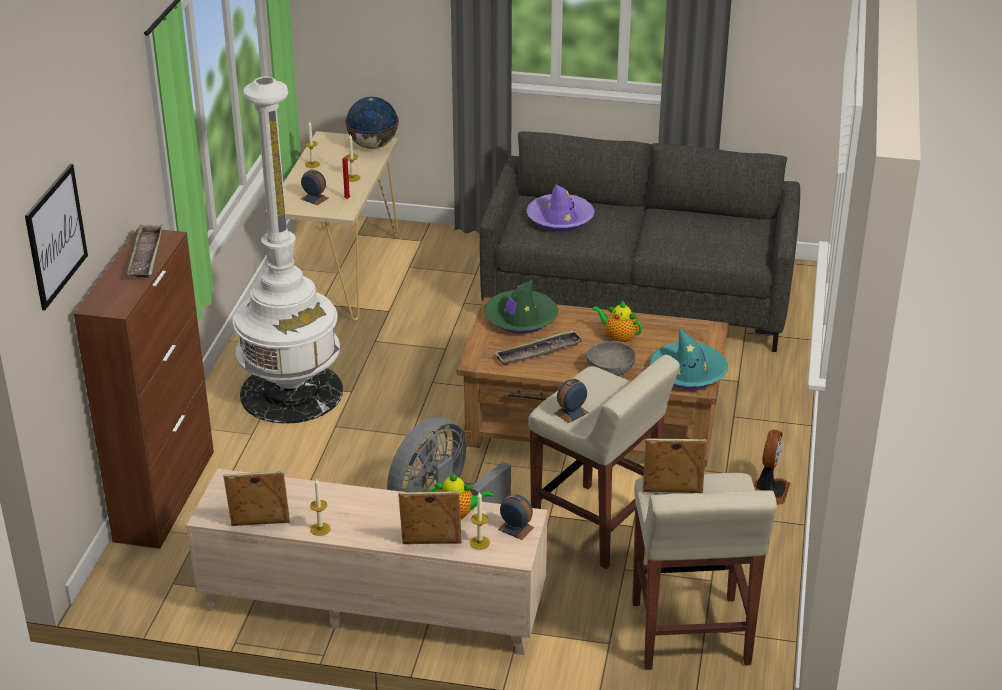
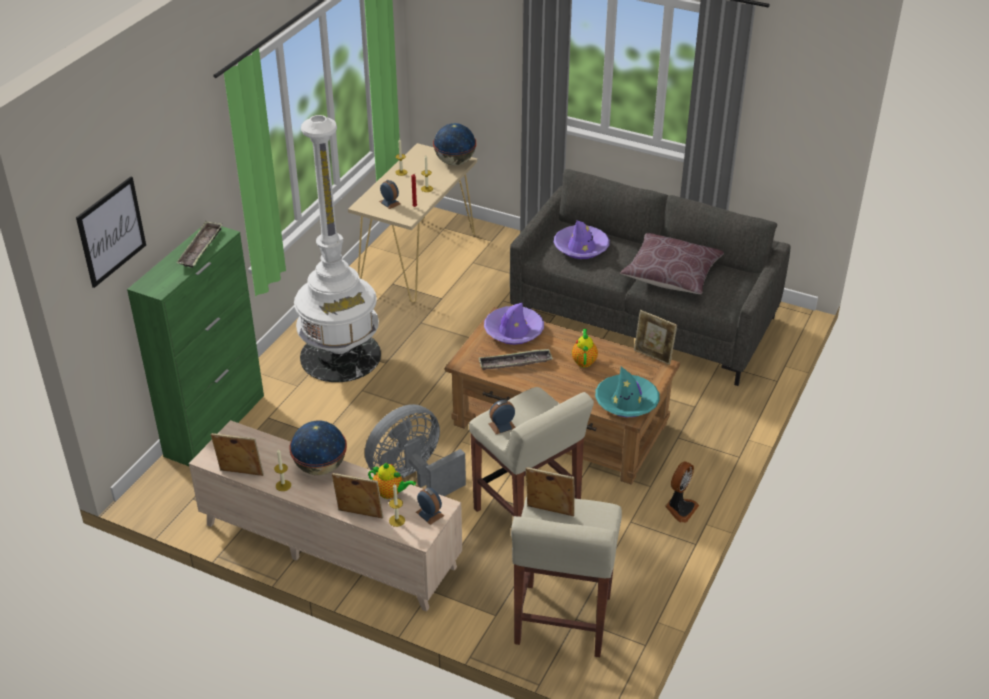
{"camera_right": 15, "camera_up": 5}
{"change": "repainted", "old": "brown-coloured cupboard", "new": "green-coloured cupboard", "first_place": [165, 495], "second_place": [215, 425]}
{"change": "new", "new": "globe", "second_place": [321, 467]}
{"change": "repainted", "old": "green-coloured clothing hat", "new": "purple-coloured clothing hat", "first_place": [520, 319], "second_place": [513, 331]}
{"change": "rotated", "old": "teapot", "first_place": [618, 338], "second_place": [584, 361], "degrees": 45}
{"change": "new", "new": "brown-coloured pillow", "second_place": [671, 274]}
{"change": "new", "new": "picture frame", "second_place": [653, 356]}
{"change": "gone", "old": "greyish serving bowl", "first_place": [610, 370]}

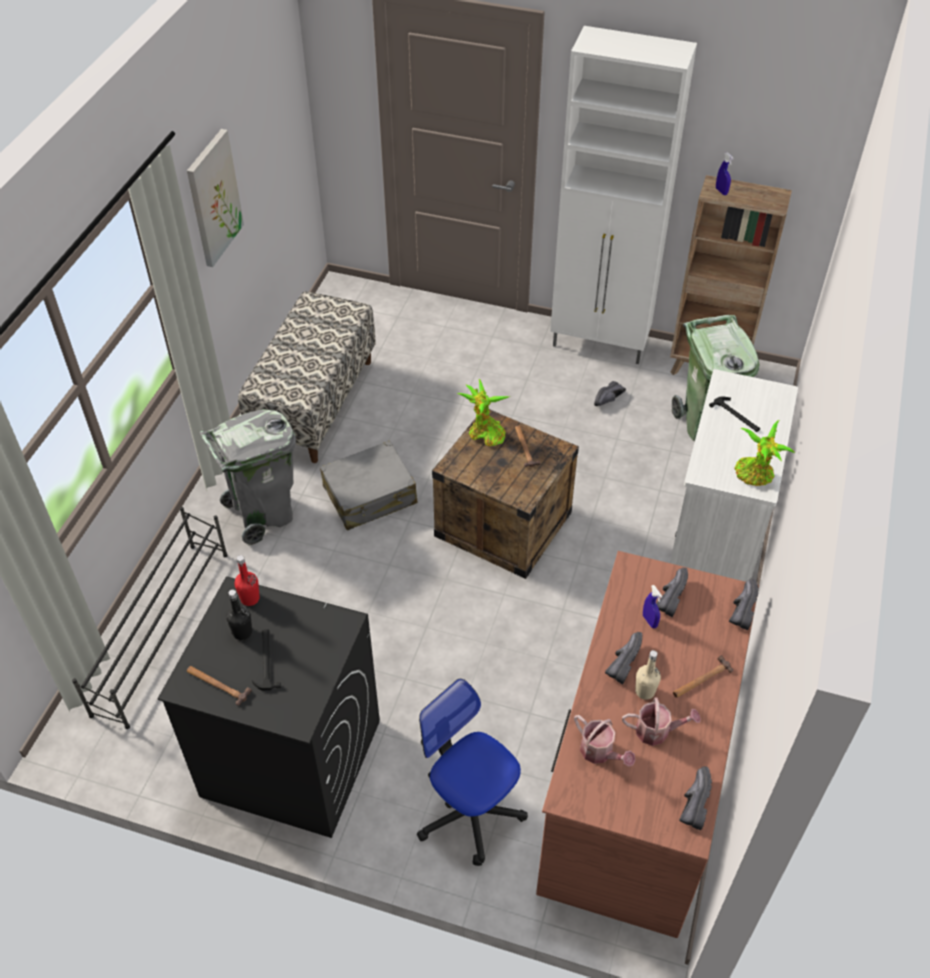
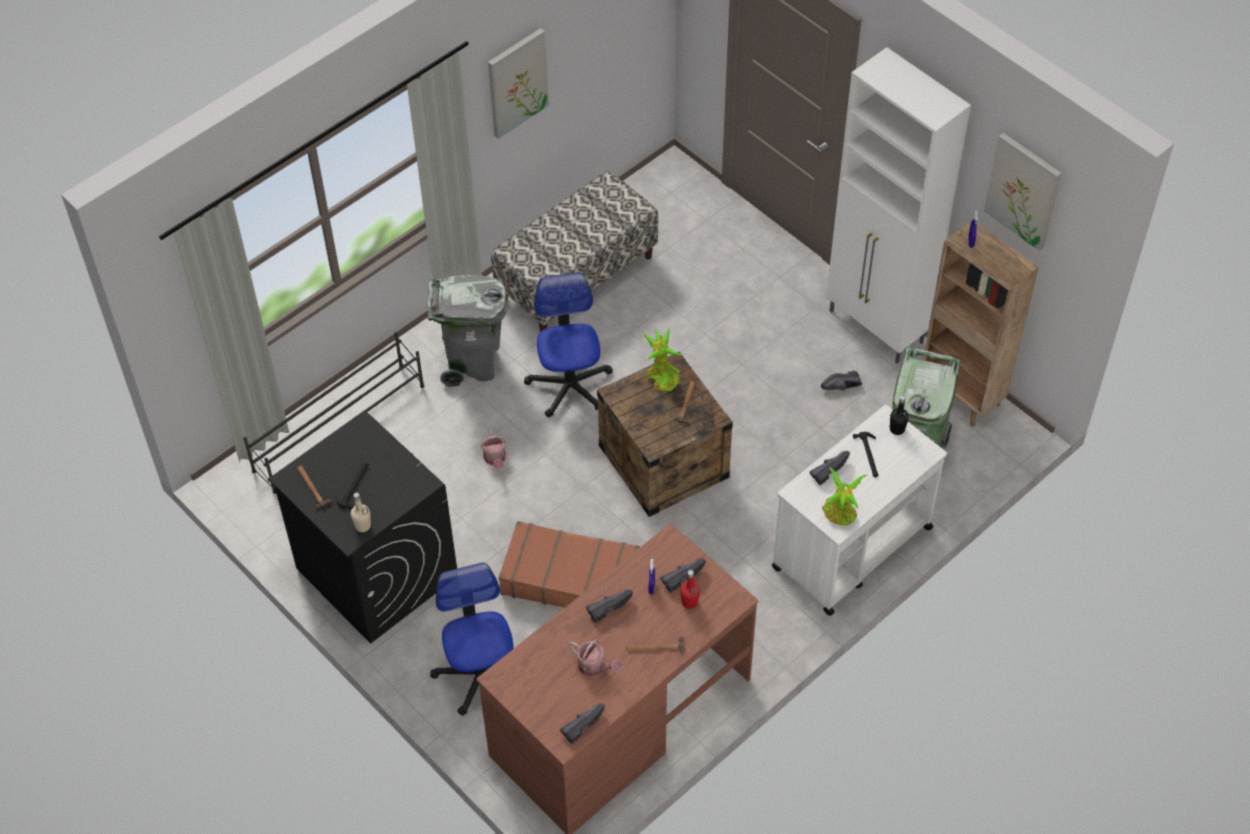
{"camera_right": 30, "camera_up": 5}
{"change": "shifted", "old": "beige beverage bottle", "first_place": [645, 691], "second_place": [362, 526]}
{"change": "shifted", "old": "sprinkling can", "first_place": [600, 752], "second_place": [495, 459]}
{"change": "new", "new": "brown-coloured suitcase", "second_place": [570, 578]}
{"change": "swapped", "old": "greyish suitcase", "new": "desk chair", "first_place": [370, 495], "second_place": [569, 385]}
{"change": "shifted", "old": "red-coloured beverage bottle", "first_place": [250, 598], "second_place": [689, 602]}
{"change": "shifted", "old": "blackish low shoe", "first_place": [740, 609], "second_place": [828, 469]}
{"change": "shifted", "old": "blackish beverage bottle", "first_place": [242, 632], "second_place": [897, 429]}
{"change": "new", "new": "wall art", "second_place": [1023, 190]}

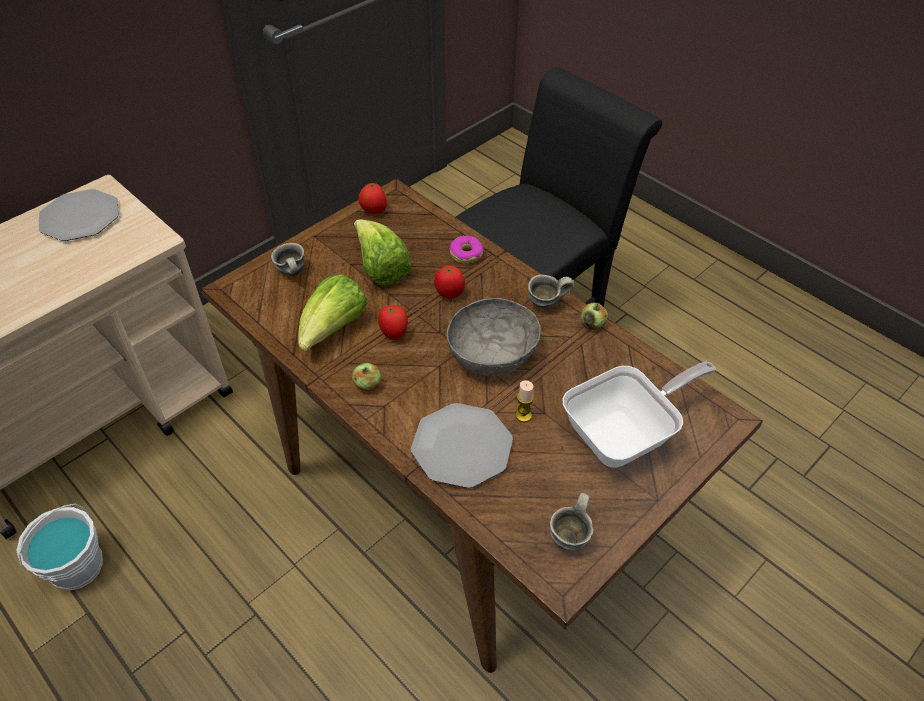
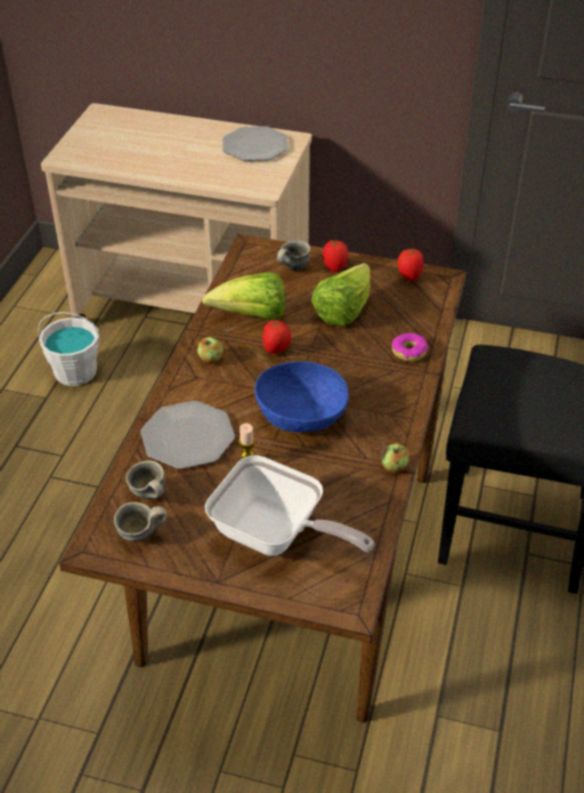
{"camera_right": 60, "camera_up": -5}
{"change": "shifted", "old": "greyish coffee mug", "first_place": [546, 305], "second_place": [148, 497]}
{"change": "repainted", "old": "greyish serving bowl", "new": "blue-coloured serving bowl", "first_place": [492, 354], "second_place": [302, 415]}
{"change": "shifted", "old": "whole tomato", "first_place": [449, 294], "second_place": [335, 267]}

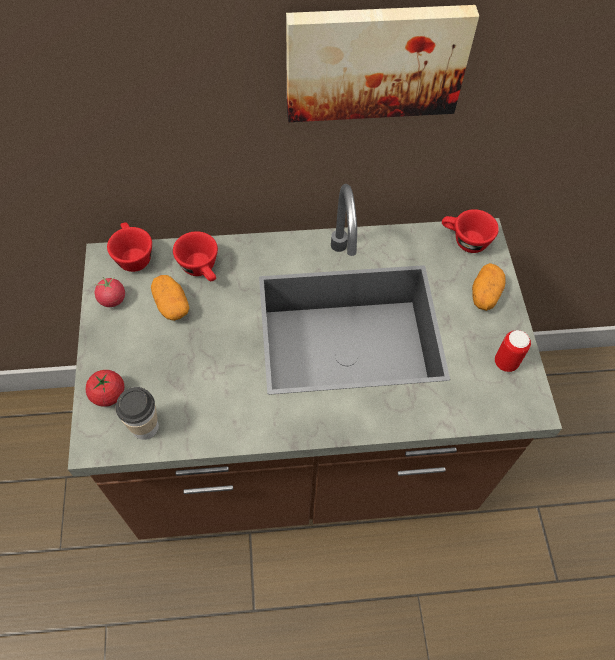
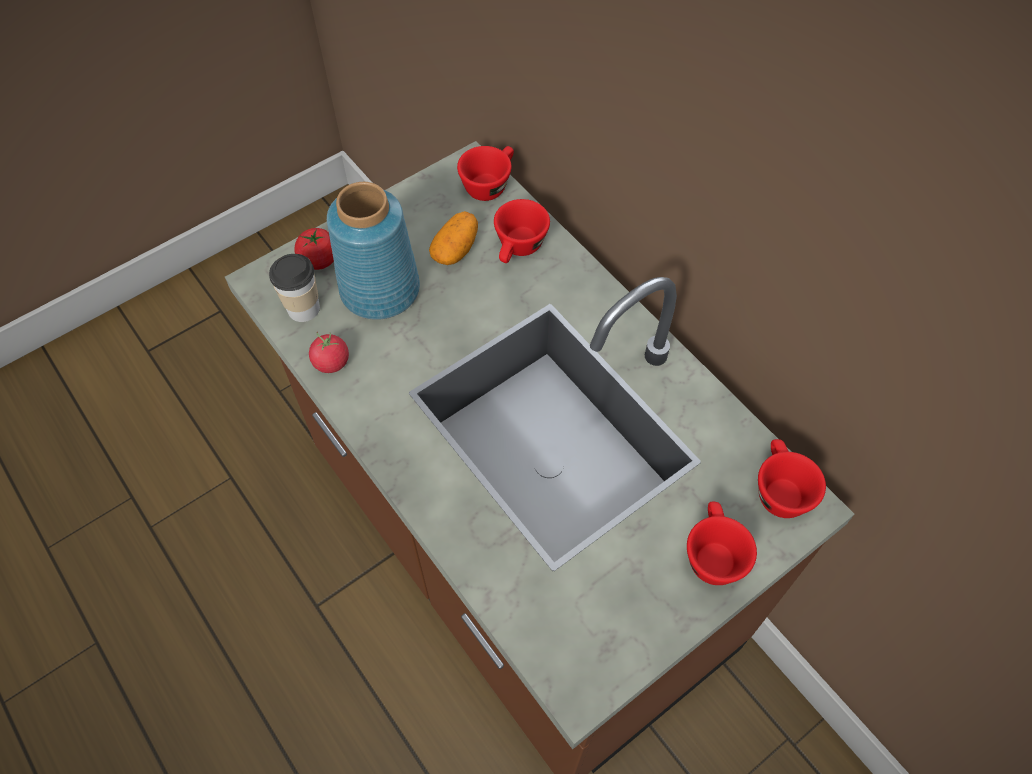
{"camera_right": 60, "camera_up": 0}
{"change": "shifted", "old": "whole tomato", "first_place": [112, 299], "second_place": [331, 362]}
{"change": "new", "new": "blue-coloured decorative vase", "second_place": [379, 289]}
{"change": "swapped", "old": "potato", "new": "red-coloured small cup", "first_place": [484, 294], "second_place": [711, 553]}
{"change": "gone", "old": "wall art", "first_place": [375, 61]}
{"change": "gone", "old": "sealed can", "first_place": [506, 362]}

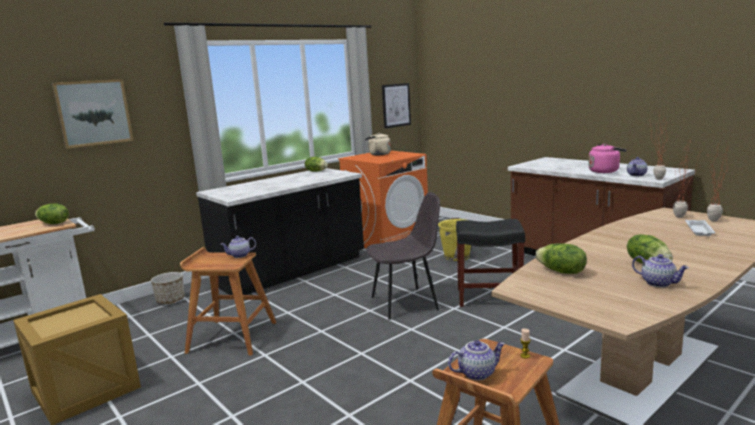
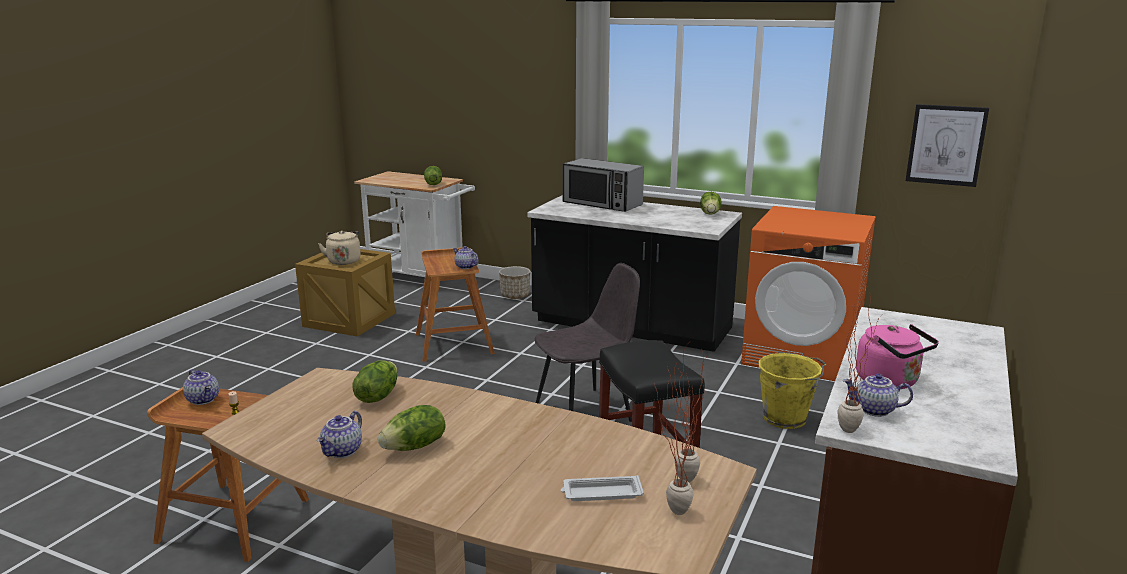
{"camera_right": 65, "camera_up": 5}
{"change": "shifted", "old": "beige water kettle", "first_place": [378, 154], "second_place": [344, 261]}
{"change": "rotated", "old": "greyish upright chair", "first_place": [406, 303], "second_place": [585, 411], "degrees": -75}
{"change": "new", "new": "kitchen microwave", "second_place": [602, 204]}
{"change": "gone", "old": "wall art", "first_place": [93, 113]}

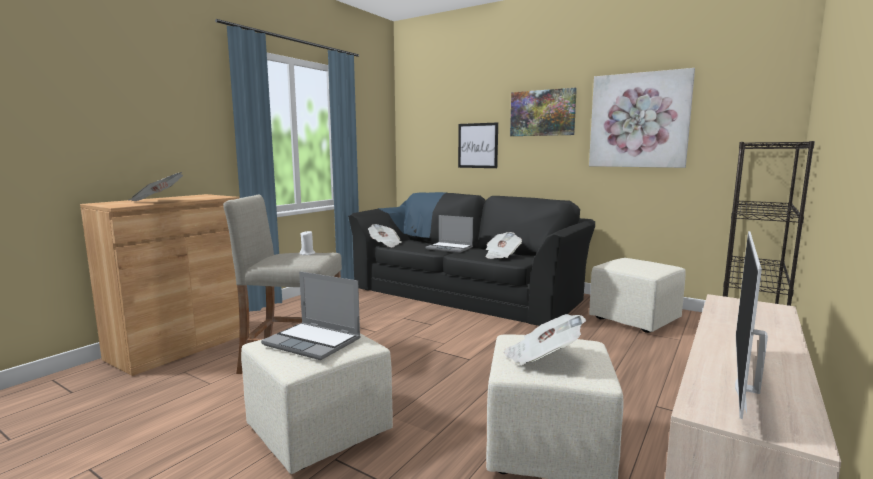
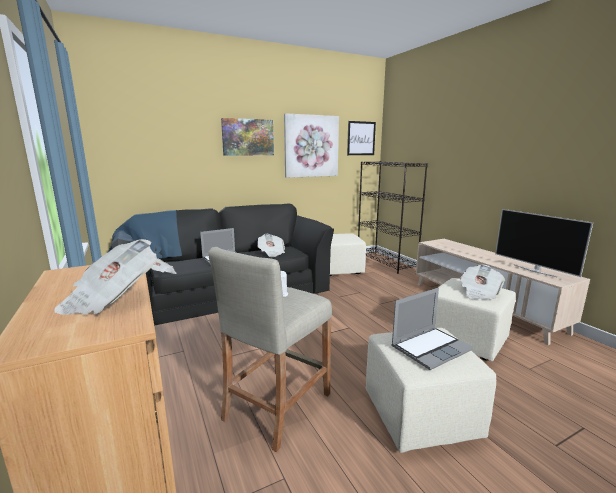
{"camera_right": -60, "camera_up": 5}
{"change": "shifted", "old": "wall art", "first_place": [477, 145], "second_place": [361, 138]}

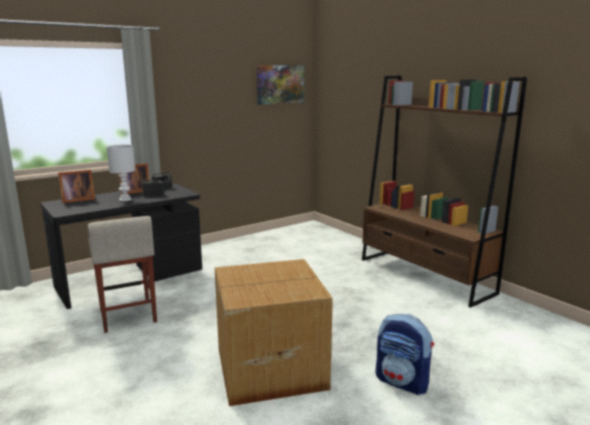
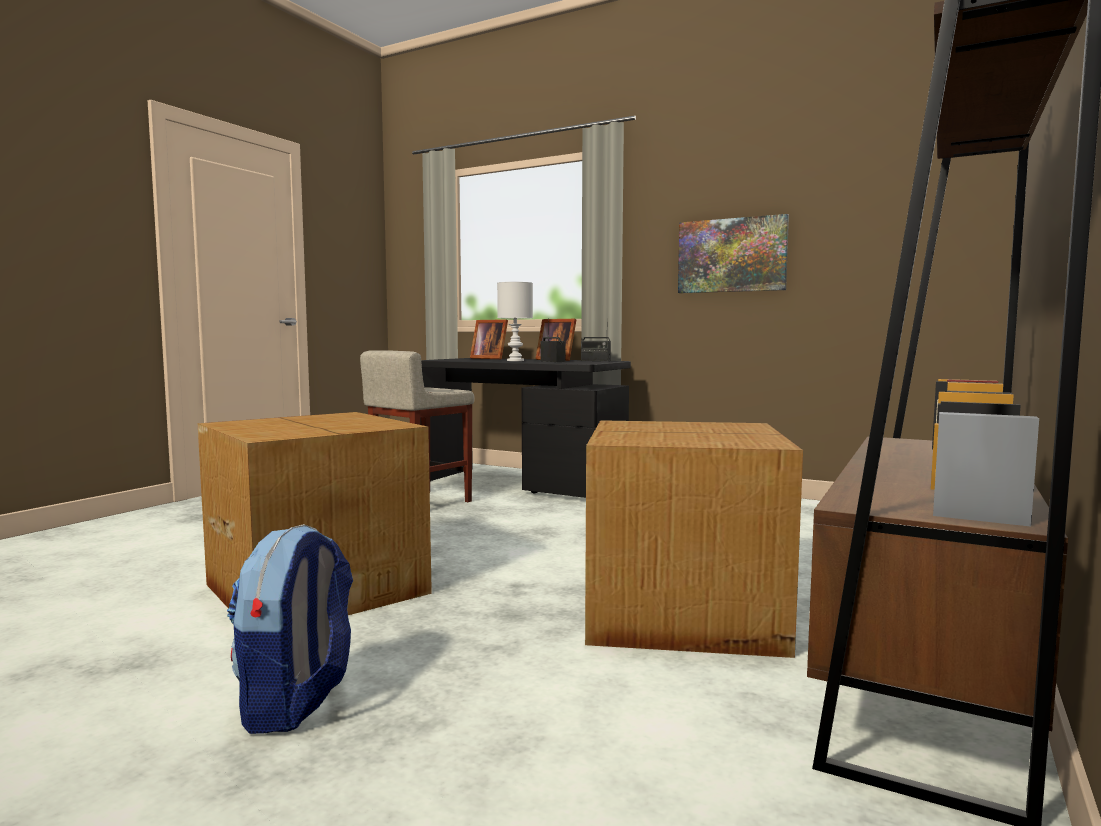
{"camera_right": 65, "camera_up": -10}
{"change": "new", "new": "cardboard box", "second_place": [686, 612]}
{"change": "shifted", "old": "wall art", "first_place": [280, 84], "second_place": [732, 255]}

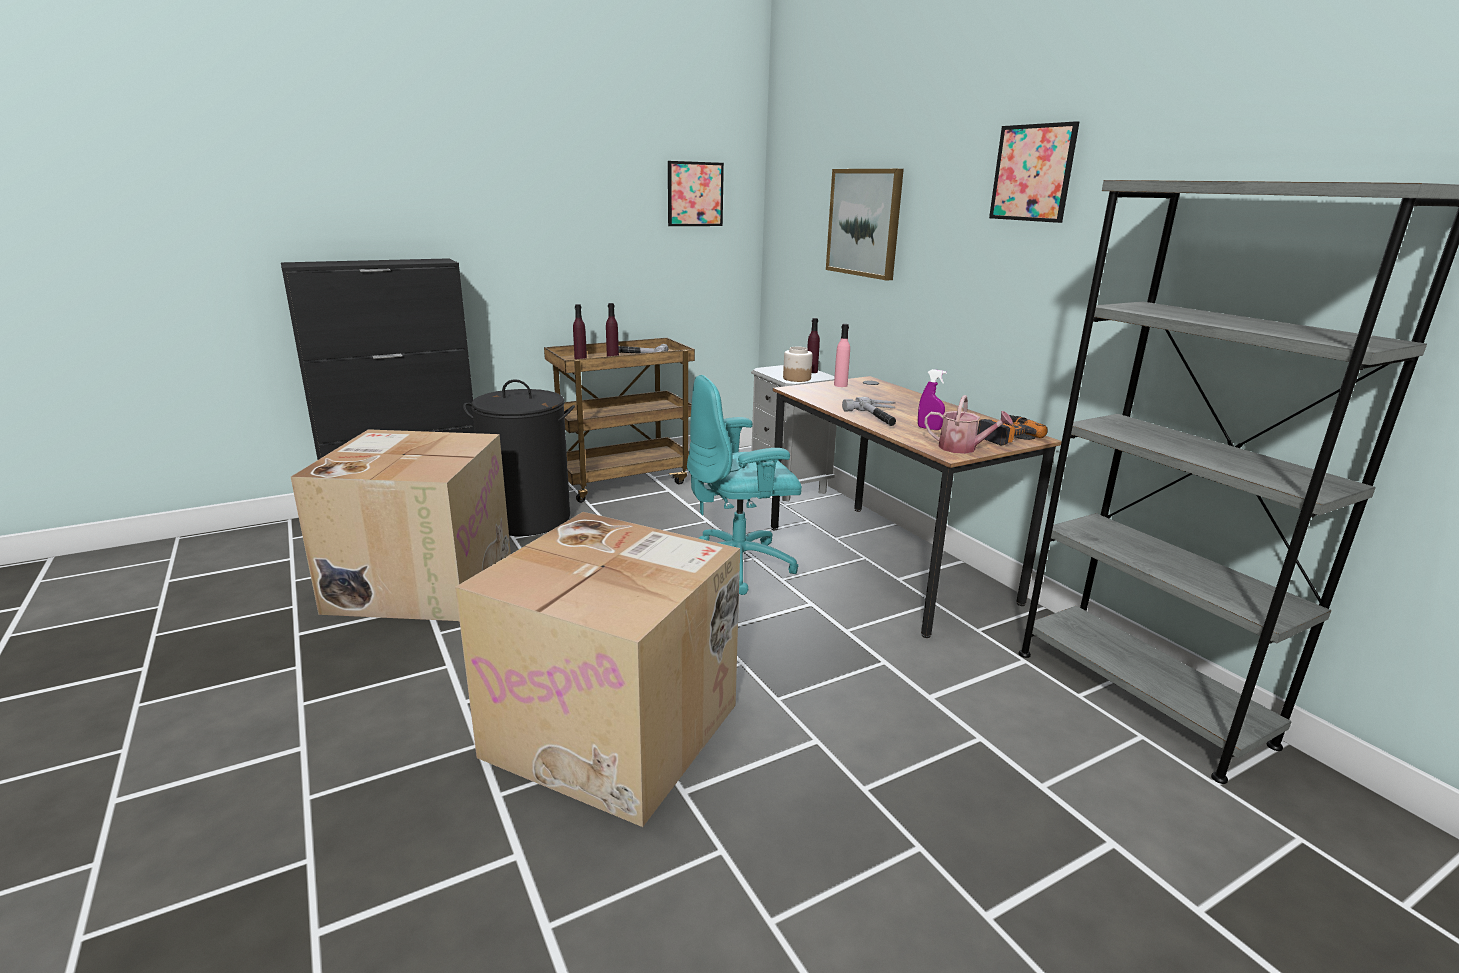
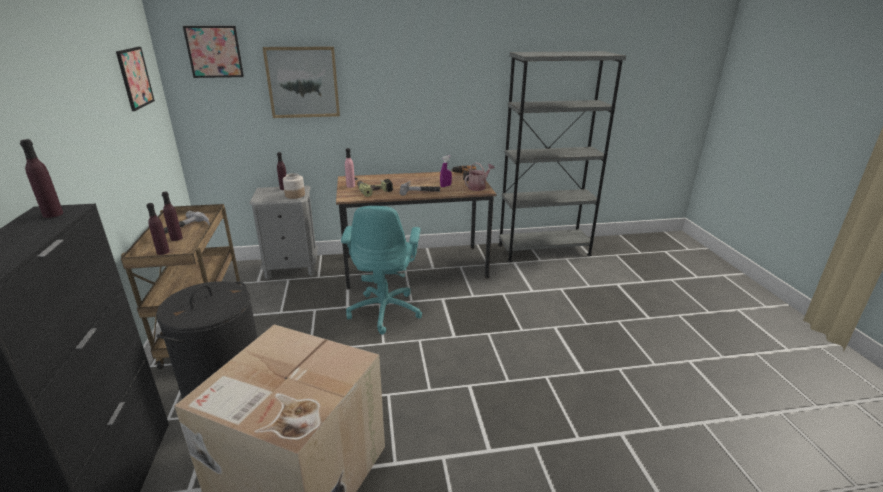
{"camera_right": -70, "camera_up": 5}
{"change": "new", "new": "purple-coloured beverage bottle", "second_place": [53, 214]}
{"change": "shifted", "old": "wall art", "first_place": [1032, 173], "second_place": [214, 52]}
{"change": "new", "new": "power drill", "second_place": [374, 190]}
{"change": "gone", "old": "cardboard box", "first_place": [617, 729]}

